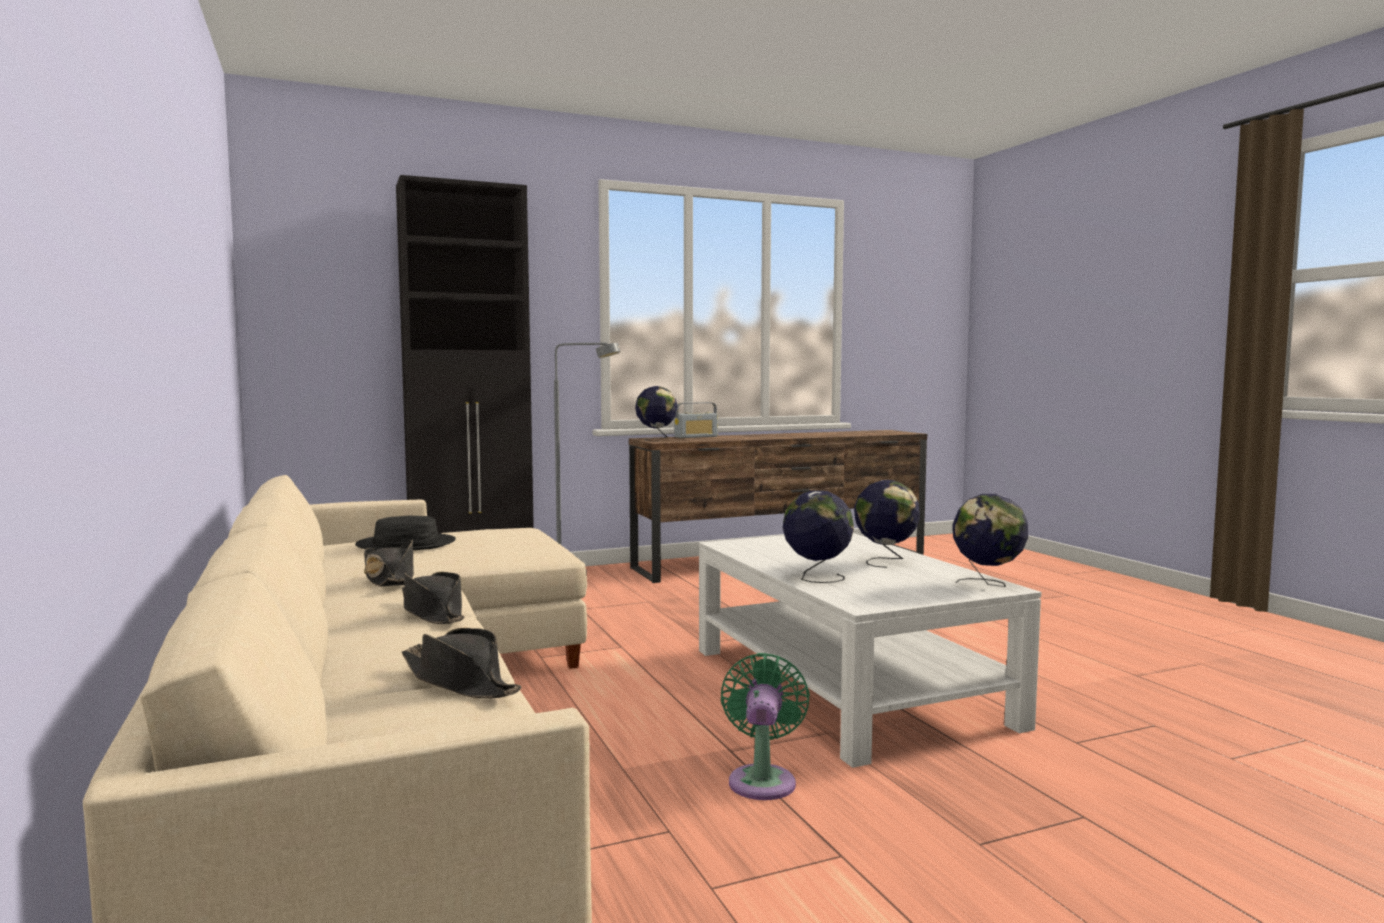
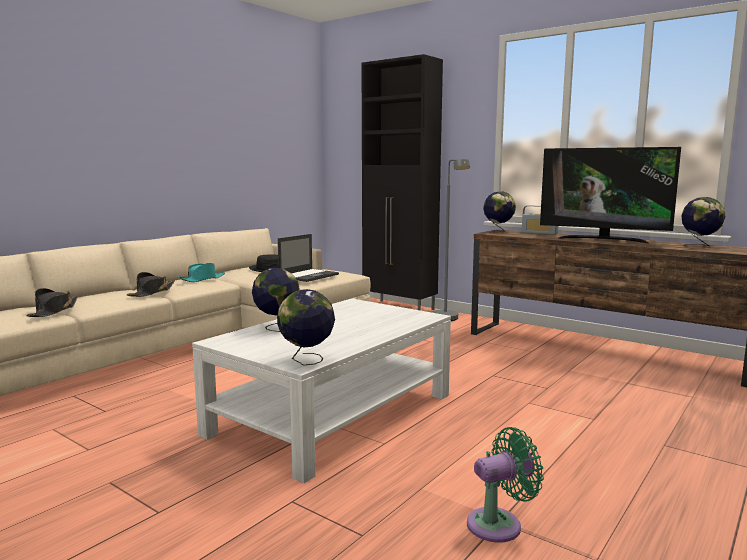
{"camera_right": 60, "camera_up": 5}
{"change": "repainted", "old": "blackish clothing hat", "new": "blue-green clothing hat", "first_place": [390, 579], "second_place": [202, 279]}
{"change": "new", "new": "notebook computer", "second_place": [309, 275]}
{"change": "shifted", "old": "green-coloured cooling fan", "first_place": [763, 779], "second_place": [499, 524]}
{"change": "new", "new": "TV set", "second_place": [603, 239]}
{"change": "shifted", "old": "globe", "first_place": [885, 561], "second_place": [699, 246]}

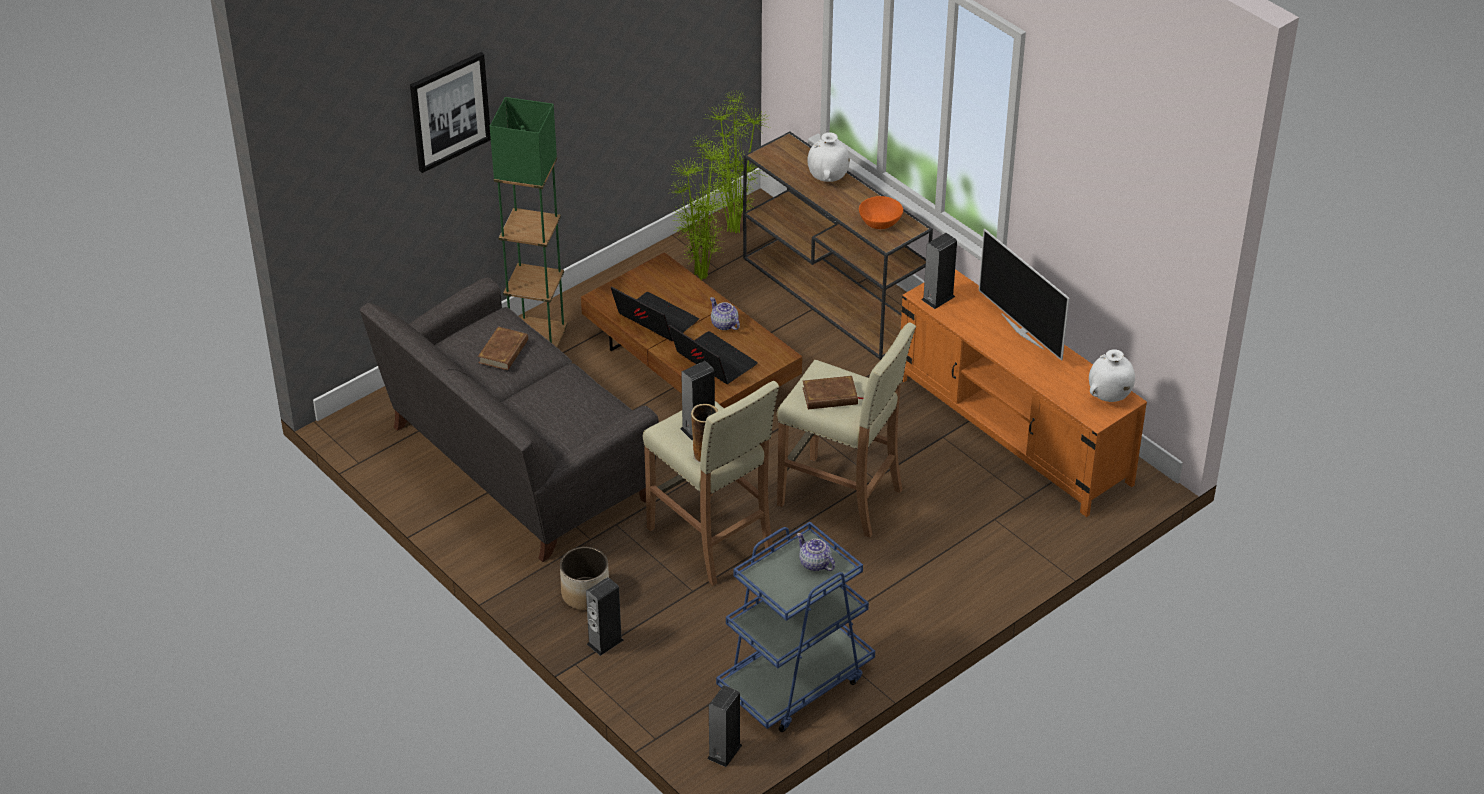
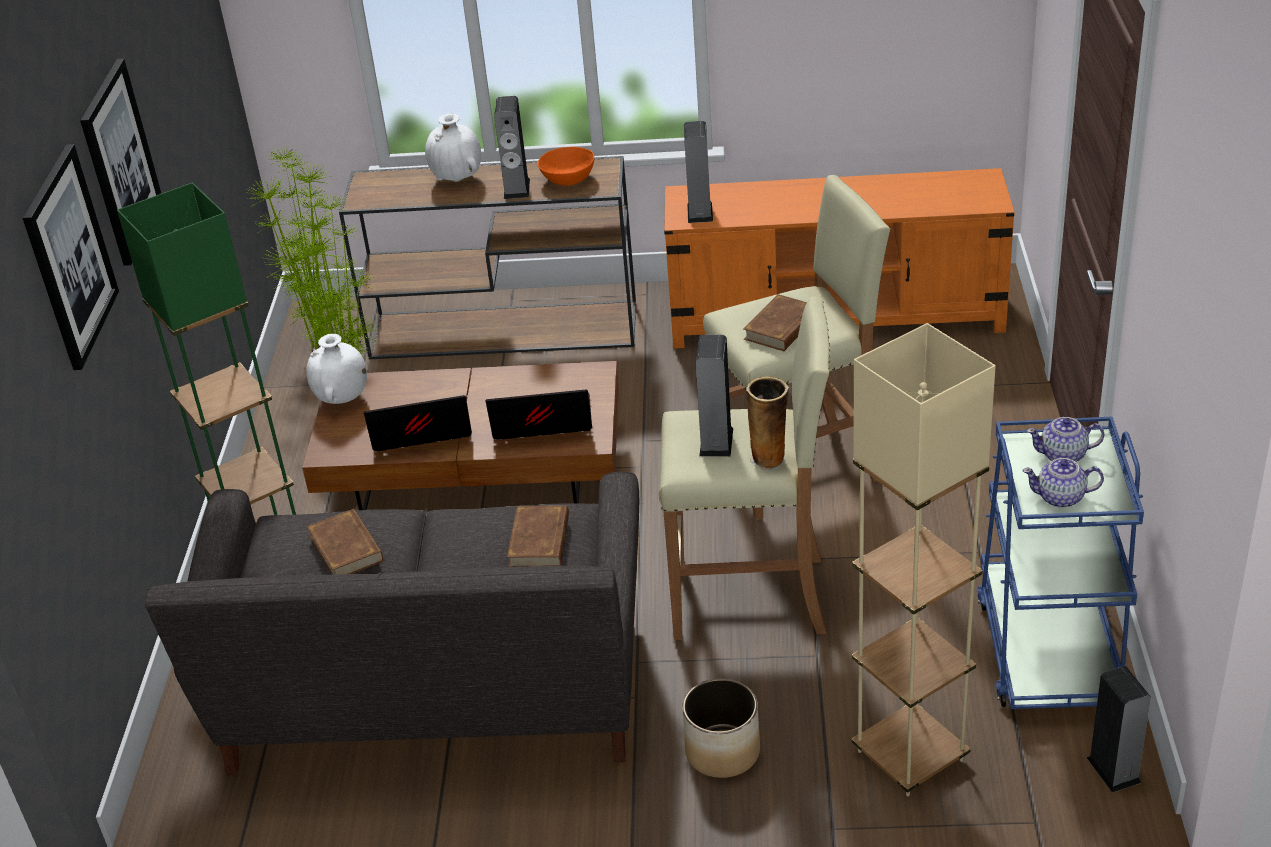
{"camera_right": -45, "camera_up": -5}
{"change": "new", "new": "wall art", "second_place": [120, 162]}
{"change": "shifted", "old": "white decorative vase", "first_place": [1109, 397], "second_place": [342, 400]}
{"change": "shifted", "old": "loudspeaker", "first_place": [605, 642], "second_place": [516, 189]}
{"change": "new", "new": "brown-coloured book", "second_place": [540, 541]}
{"change": "new", "new": "beige standing lamp", "second_place": [910, 756]}
{"change": "shifted", "old": "teapot", "first_place": [724, 324], "second_place": [1061, 497]}
{"change": "gone", "old": "TV set", "first_place": [1023, 331]}

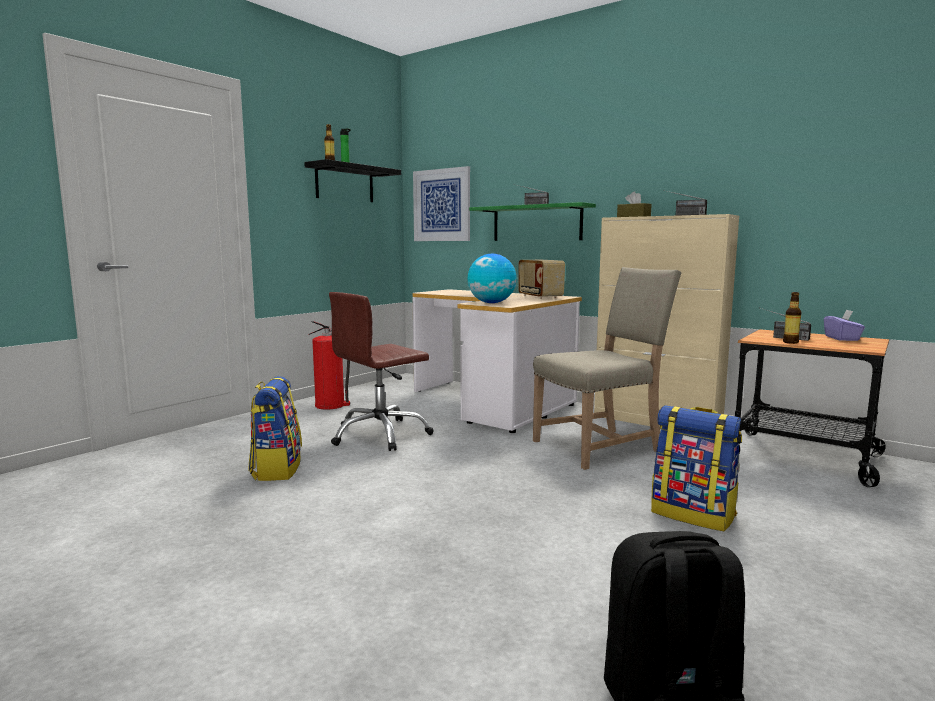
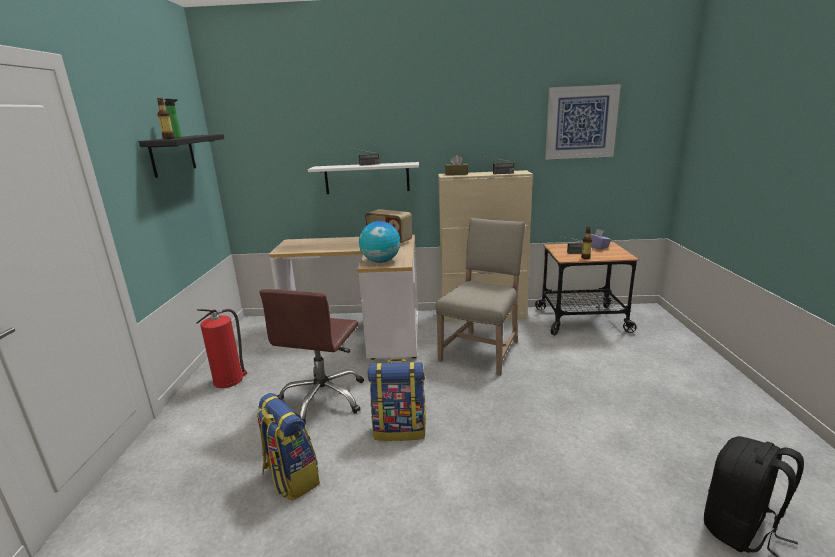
{"camera_right": -35, "camera_up": 10}
{"change": "repainted", "old": "green-coloured shelf", "new": "white shelf", "first_place": [536, 223], "second_place": [367, 178]}
{"change": "shifted", "old": "backpack", "first_place": [693, 514], "second_place": [400, 429]}
{"change": "shifted", "old": "wall art", "first_place": [442, 205], "second_place": [581, 122]}

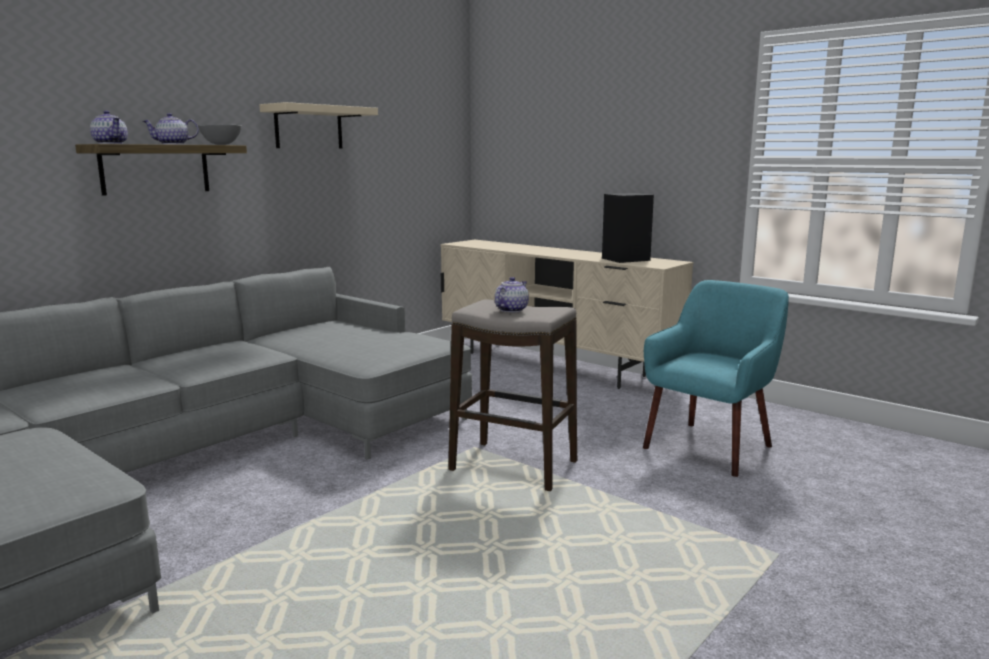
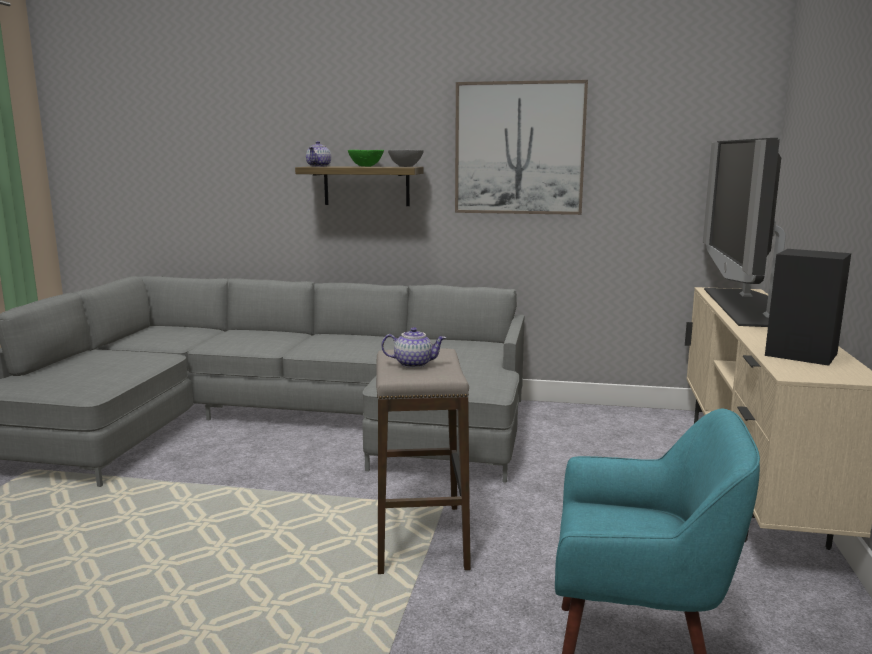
{"camera_right": 60, "camera_up": 0}
{"change": "swapped", "old": "teapot", "new": "green-coloured serving bowl", "first_place": [172, 144], "second_place": [365, 166]}
{"change": "swapped", "old": "beige shelf", "new": "wall art", "first_place": [309, 127], "second_place": [519, 148]}
{"change": "new", "new": "TV set", "second_place": [748, 307]}

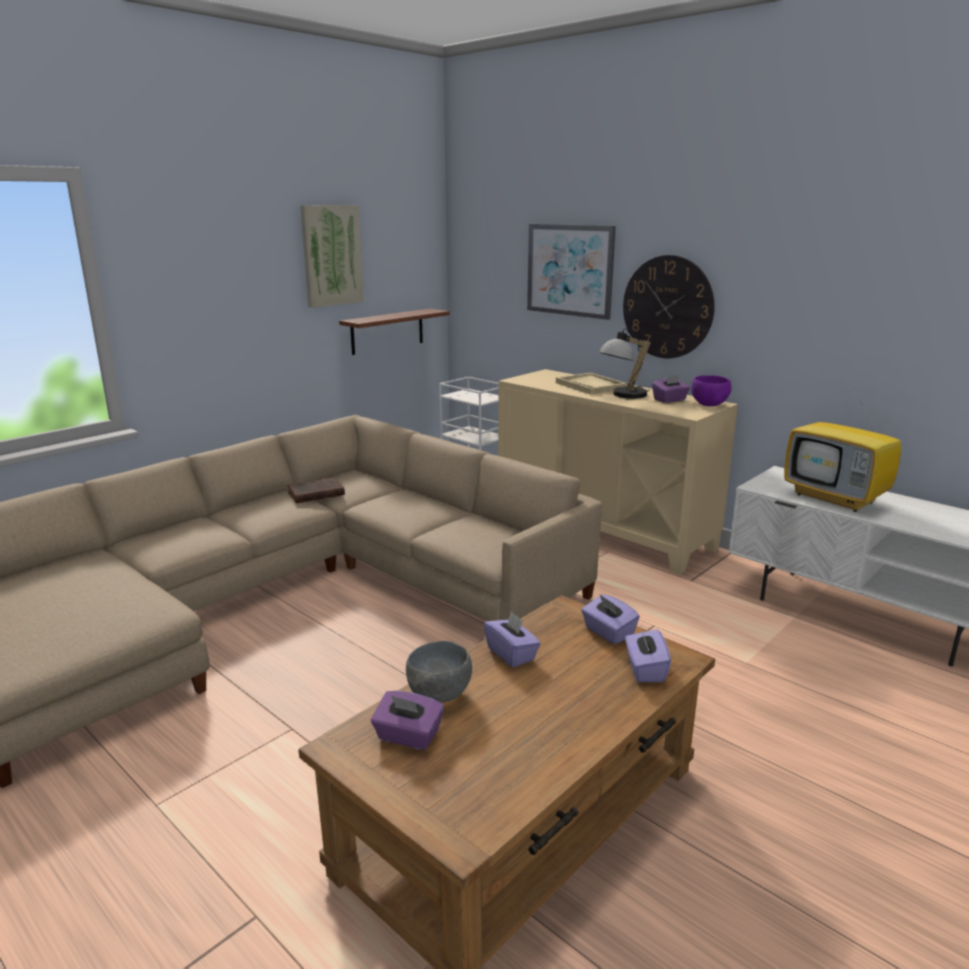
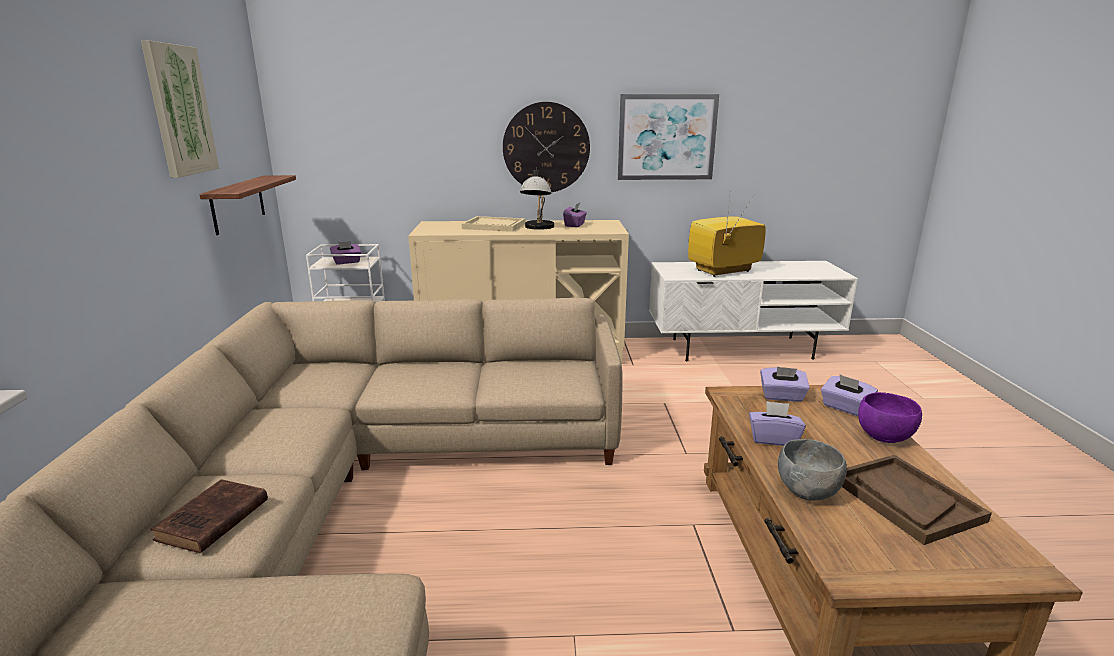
{"camera_right": -45, "camera_up": 0}
{"change": "shifted", "old": "brown-coloured book", "first_place": [314, 494], "second_place": [211, 521]}
{"change": "shifted", "old": "purple-coloured tissue holder", "first_place": [408, 736], "second_place": [347, 262]}
{"change": "shifted", "old": "wall art", "first_place": [569, 270], "second_place": [666, 137]}
{"change": "rotated", "old": "TV set", "first_place": [837, 499], "second_place": [723, 271], "degrees": 150}
{"change": "new", "new": "brown-coloured tray", "second_place": [905, 499]}
{"change": "shifted", "old": "purple-coloured serving bowl", "first_place": [709, 404], "second_place": [883, 437]}

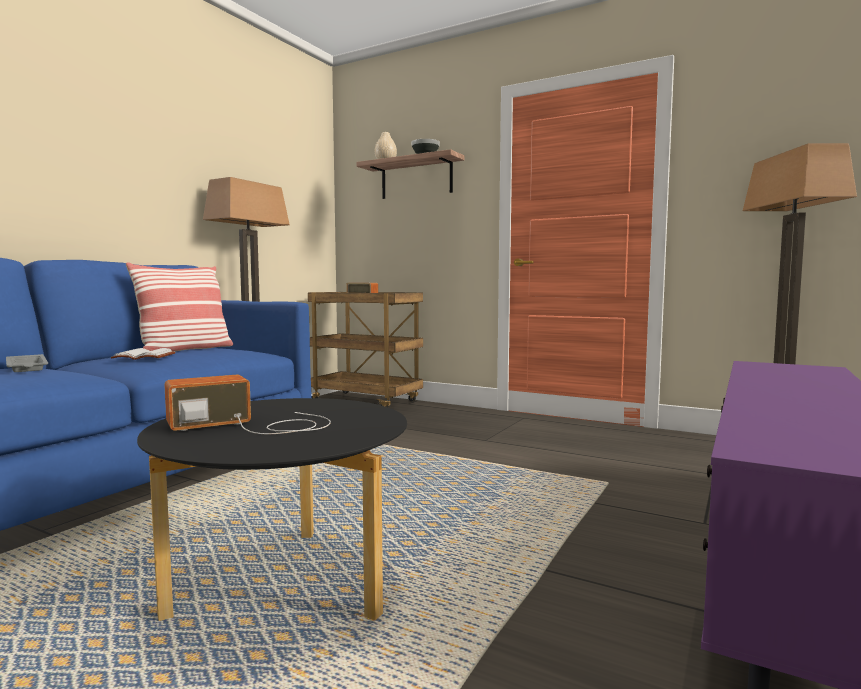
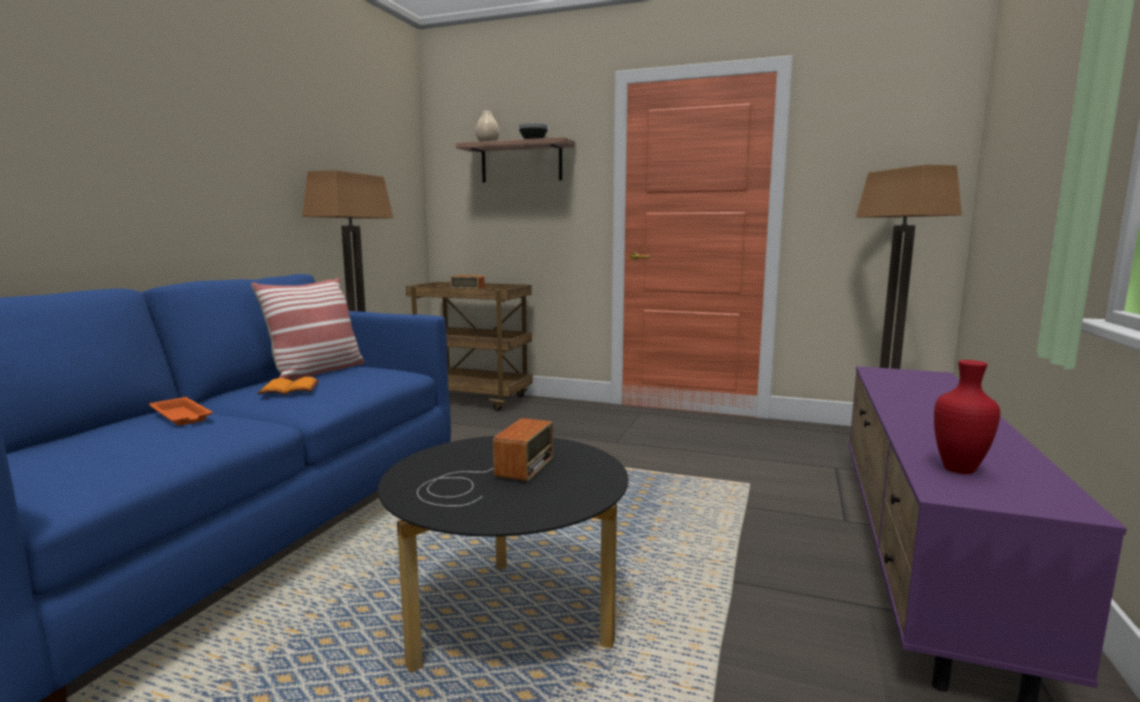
{"camera_right": -10, "camera_up": 5}
{"change": "repainted", "old": "greyish tray", "new": "orangey tray", "first_place": [27, 367], "second_place": [181, 416]}
{"change": "repainted", "old": "white book", "new": "orangey book", "first_place": [145, 357], "second_place": [291, 388]}
{"change": "rotated", "old": "radio receiver", "first_place": [255, 425], "second_place": [485, 479], "degrees": 150}
{"change": "new", "new": "red-coloured decorative vase", "second_place": [958, 469]}

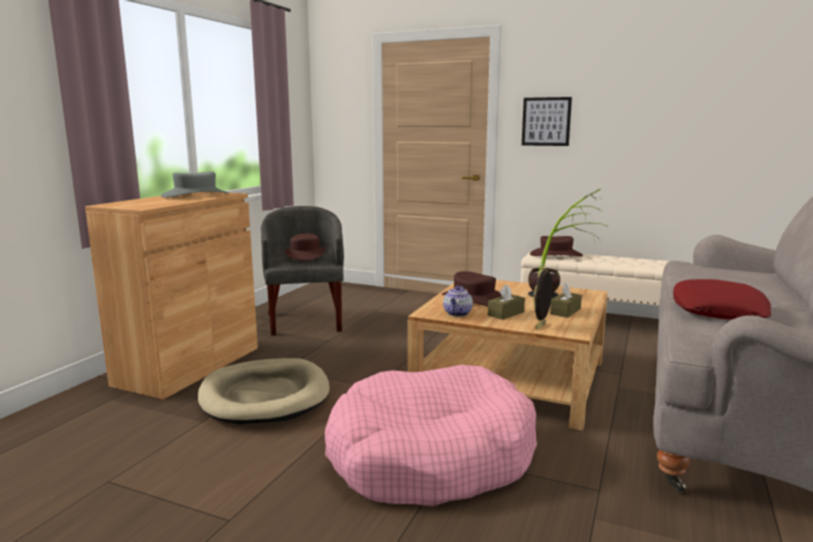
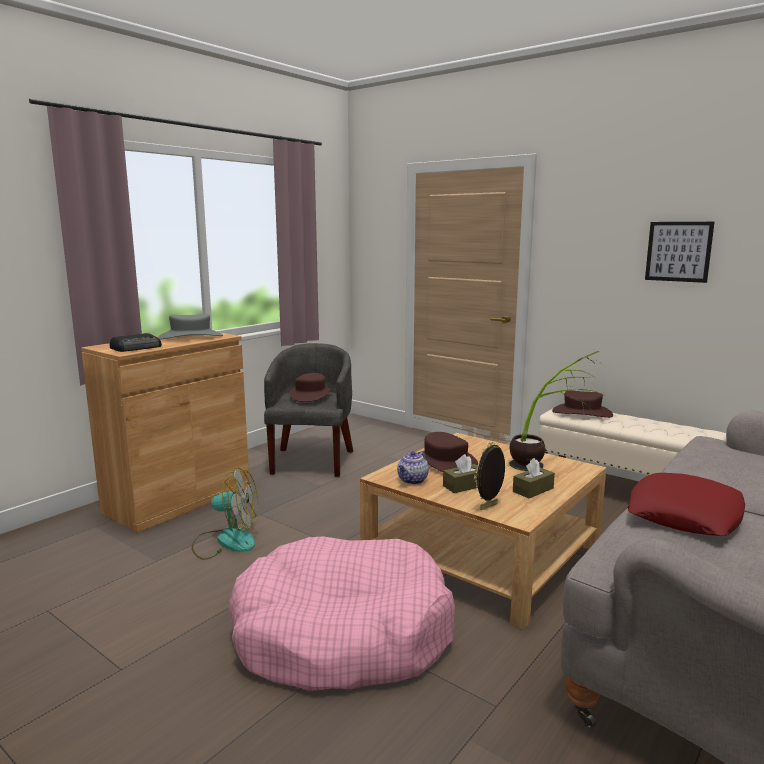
{"camera_right": 15, "camera_up": 0}
{"change": "new", "new": "radio receiver", "second_place": [137, 347]}
{"change": "swapped", "old": "beige dog cushion", "new": "cooling fan", "first_place": [265, 396], "second_place": [226, 541]}
{"change": "shifted", "old": "wall art", "first_place": [546, 121], "second_place": [678, 251]}

